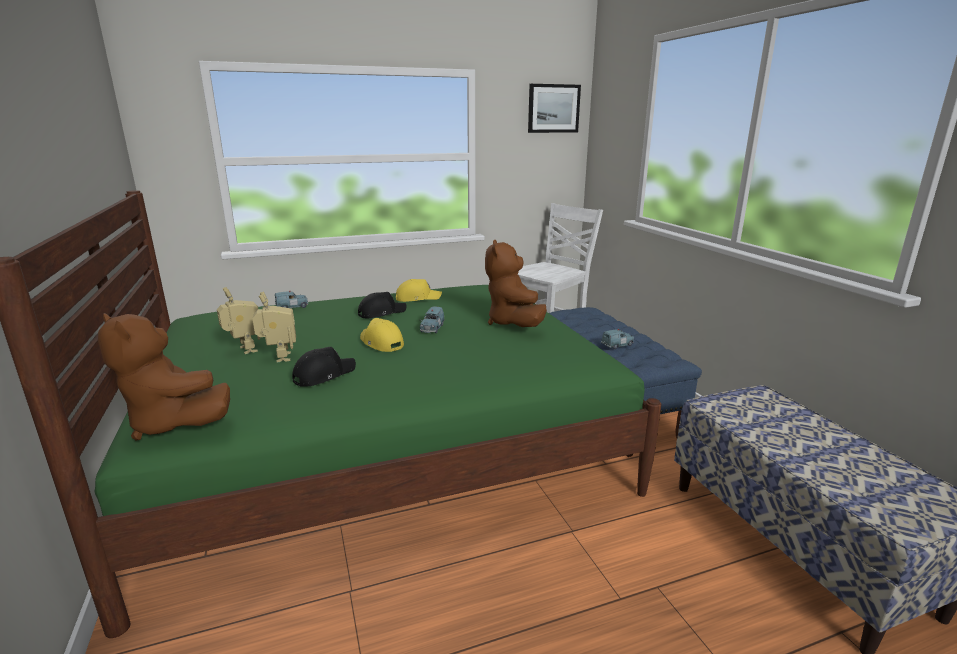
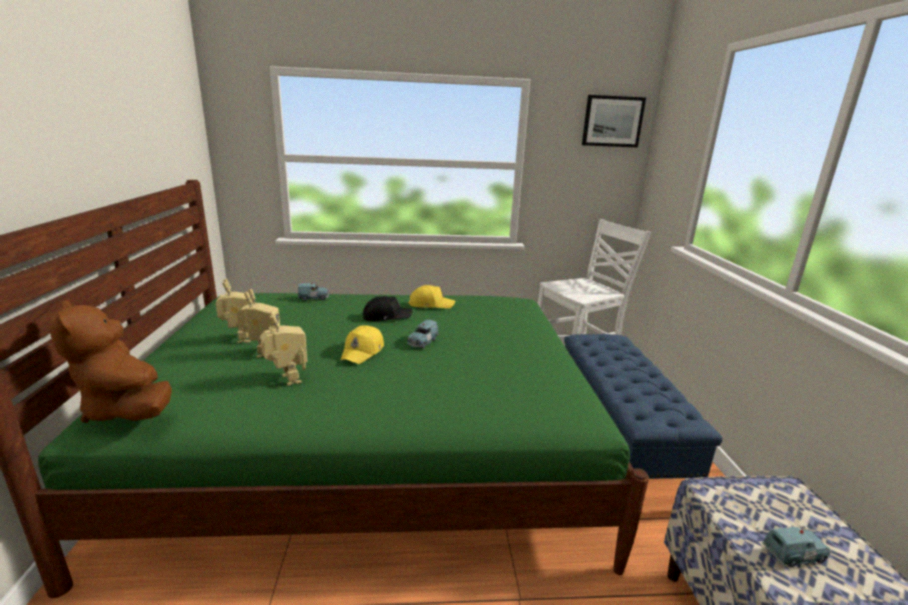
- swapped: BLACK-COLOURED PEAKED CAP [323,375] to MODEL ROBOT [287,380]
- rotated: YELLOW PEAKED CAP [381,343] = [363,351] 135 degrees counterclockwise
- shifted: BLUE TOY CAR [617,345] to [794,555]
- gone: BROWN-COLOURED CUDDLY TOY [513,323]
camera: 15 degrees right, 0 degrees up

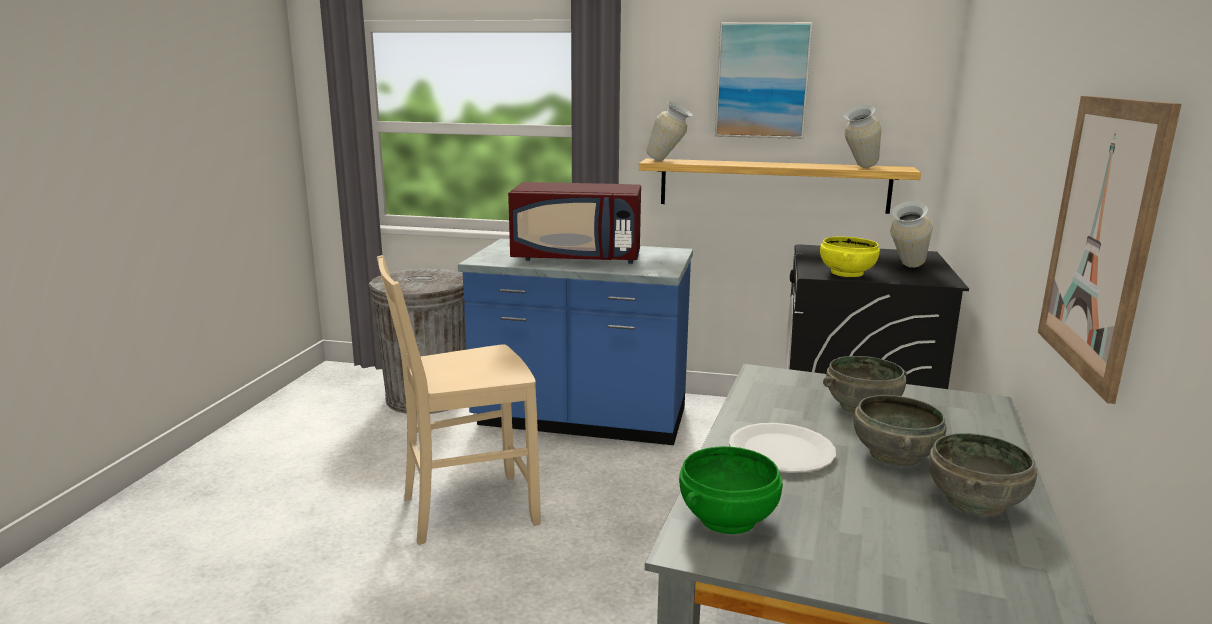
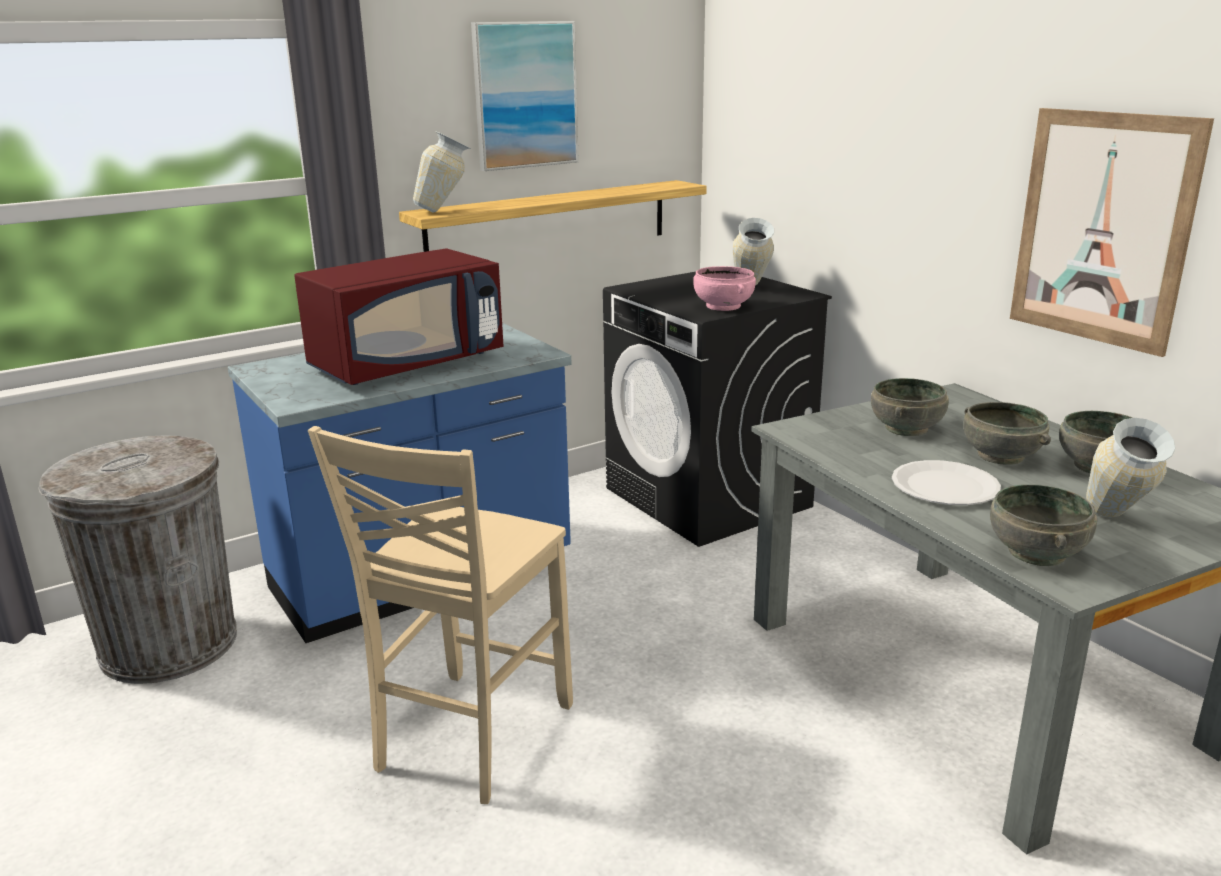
- repainted: YELLOW BOWL [846,273] to PINK-COLOURED BOWL [722,306]
- repainted: GREEN-COLOURED BOWL [728,519] to GREYISH BOWL [1038,552]
- shifted: VASE [858,168] to [1115,525]
camera: 45 degrees left, 5 degrees up

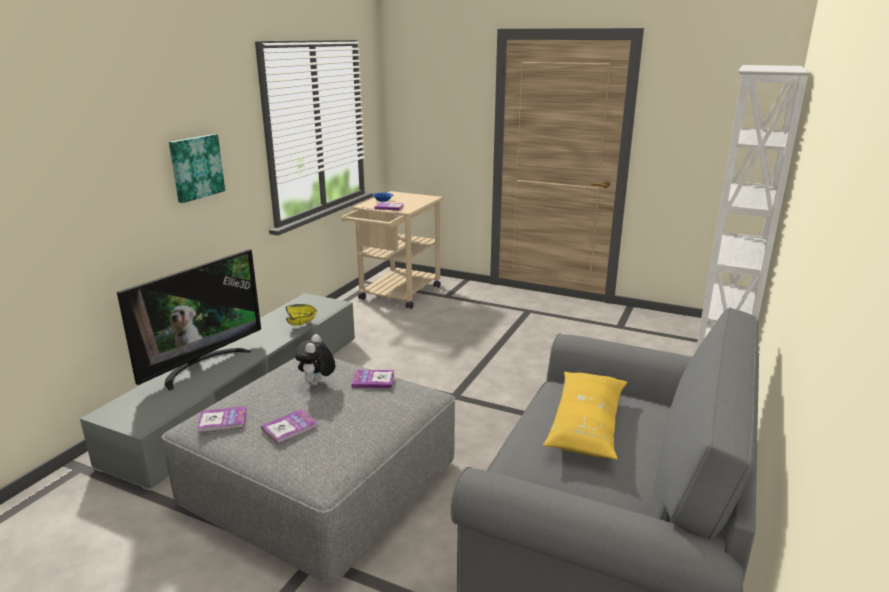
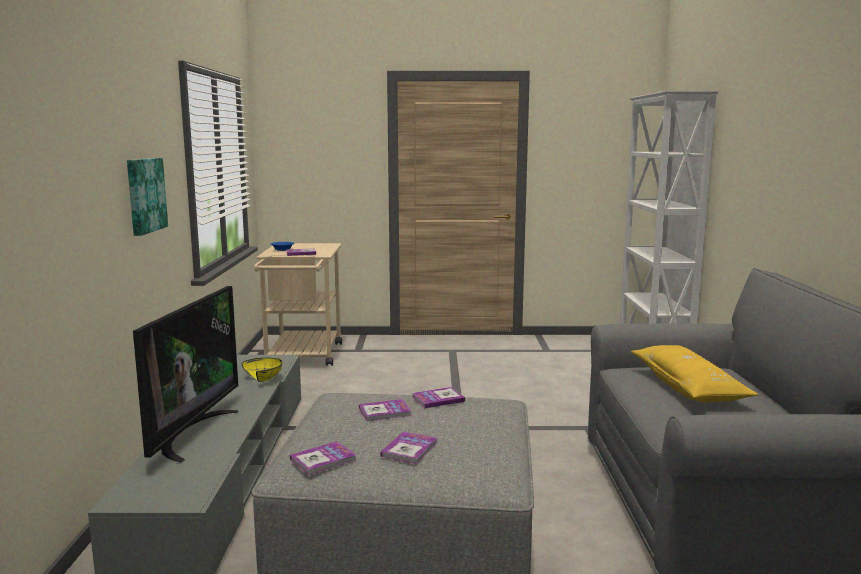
- swapped: CUDDLY TOY [317,384] to VOLUME [385,412]
camera: 25 degrees left, 10 degrees down

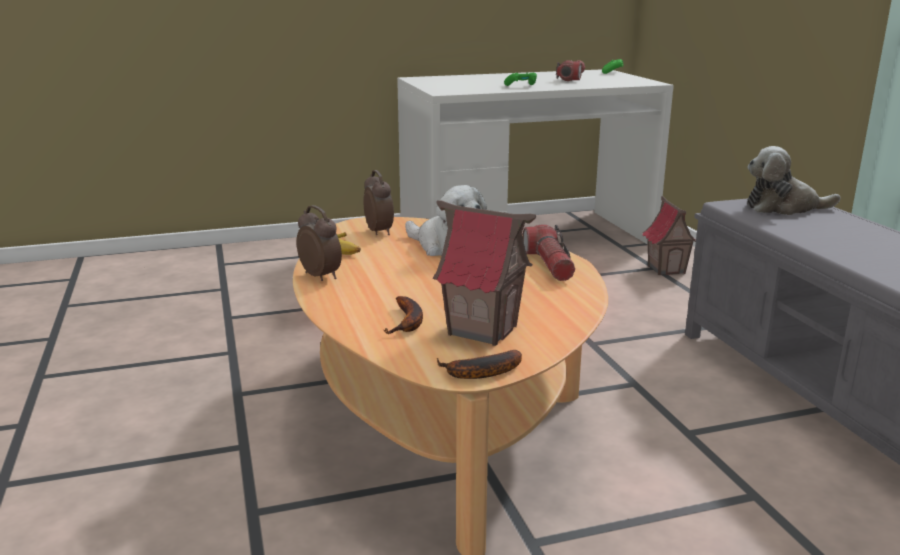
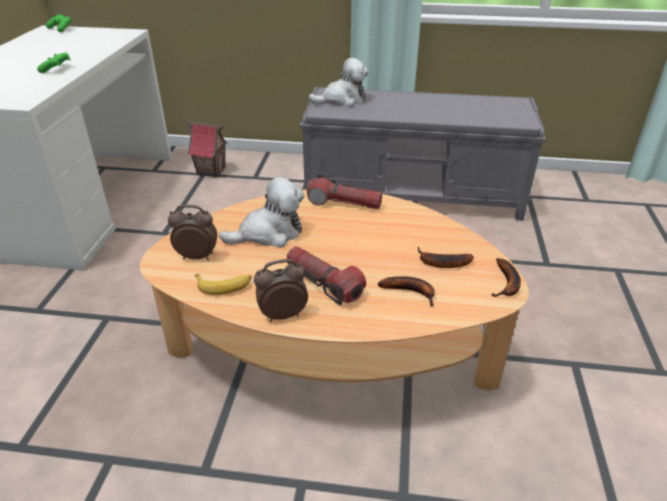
- shifted: HAND TORCH [572,78] to [324,283]
- rotated: CUDDLY TOY [783,208] = [342,100] 135 degrees counterclockwise
- swapped: TOY HOUSE [483,330] to WHOLE BANANA [441,263]
camera: 65 degrees left, 15 degrees up

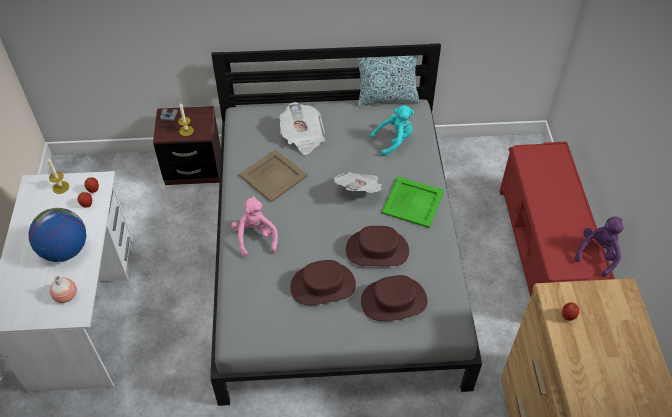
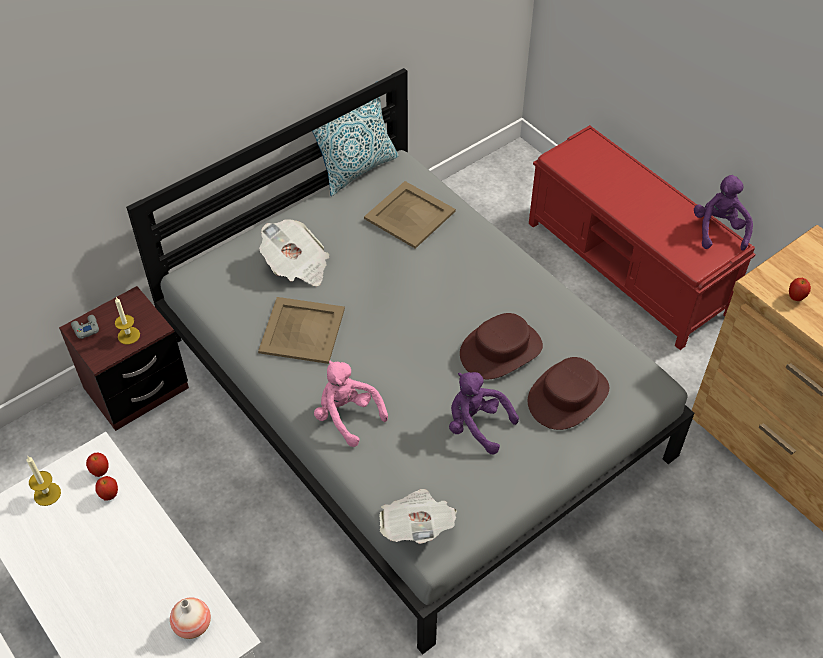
- swapped: TURQUOISE-COLOURED CUDDLY TOY [394,140] to BEIGE-COLOURED CARRYING TRAY [410,215]
- shifted: NEWSPAPER [359,190] to [417,526]
- swapped: BROWN-COLOURED HAT [323,285] to PURPLISH CUDDLY TOY [476,425]
- gone: GLOBE [65,250]
- gone: GREEN-COLOURED CARRYING TRAY [413,202]
camera: 35 degrees left, 0 degrees up

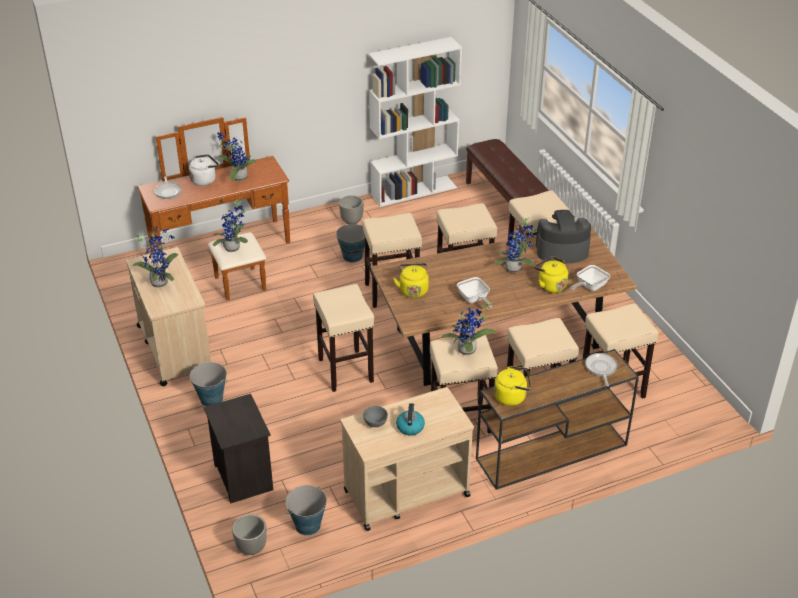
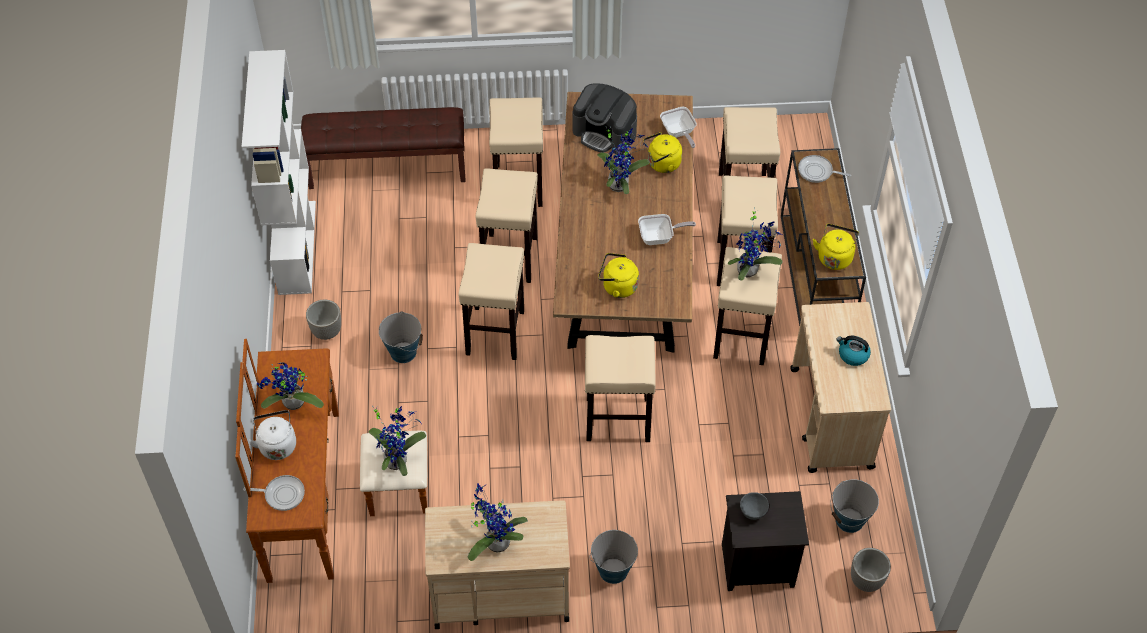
- rotated: COFFEE BREWER [561,251] = [605,133] 75 degrees counterclockwise
- shifted: GREYISH BOWL [375,424] to [753,512]
camera: 70 degrees left, 15 degrees up

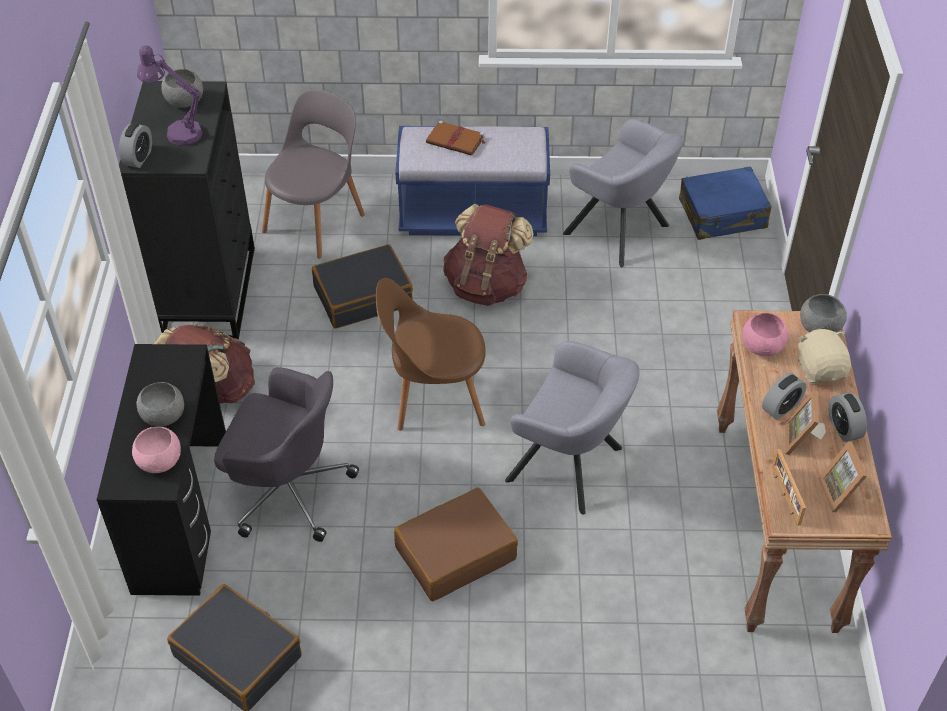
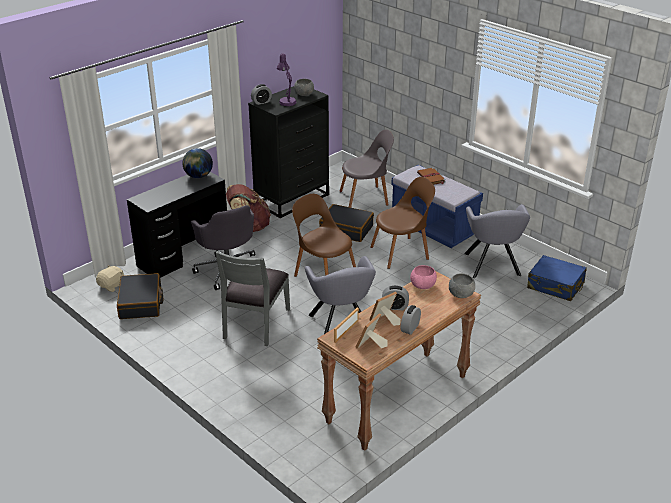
- shifted: BEIGE-COLOURED CUDDLY TOY [820,369] to [112,286]
- new: GLOBE [198,176]
- swapped: BROWN-COLOURED TRAVEL CASE [455,553] to GREYISH CHAIR [255,323]
- swapped: BROWN-COLOURED BACKPACK [486,285] to BROWN-COLOURED CHAIR [402,252]
- gone: PINK-COLOURED BOWL [160,461]
- gone: GREYISH BOWL [163,415]
camera: 45 degrees right, 15 degrees down

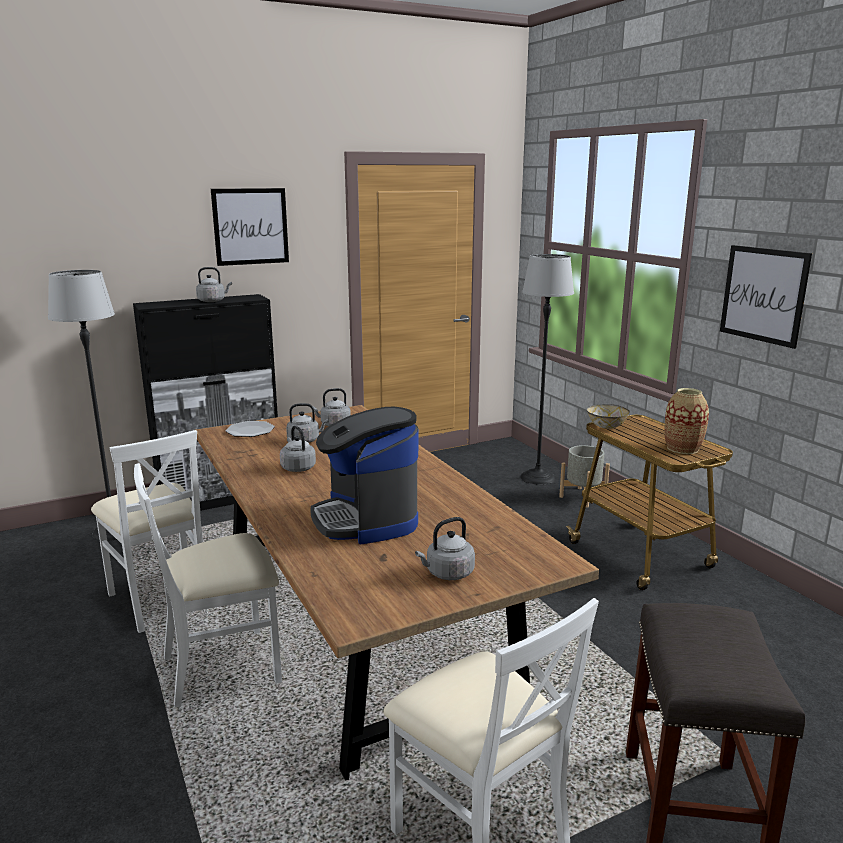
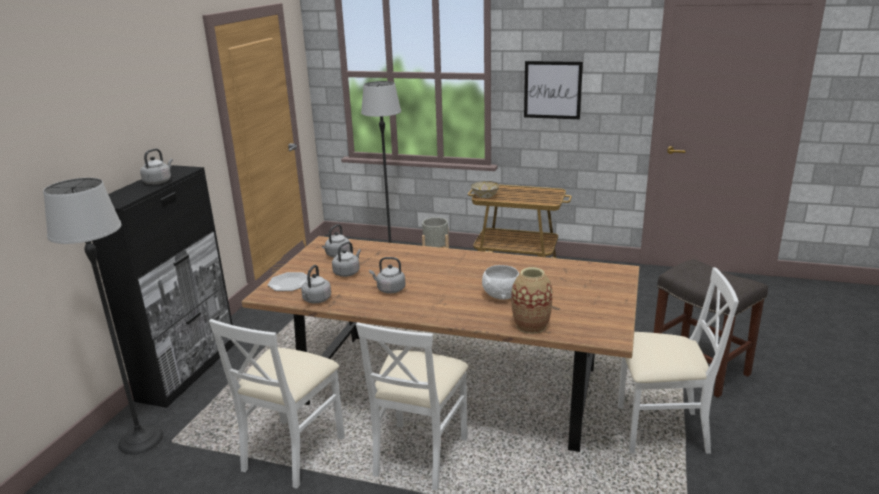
- rotated: WHITE CHAIR [161,599] = [293,451] 105 degrees clockwise
- shifted: GREYISH WATER KETTLE [447,573] to [316,300]
- swapped: COFFEE BREWER [366,519] to WHITE BOWL [502,295]
- shifted: VASE [682,448] to [531,325]
- gone: WALL PICTURE [250,226]
camera: 45 degrees left, 5 degrees up

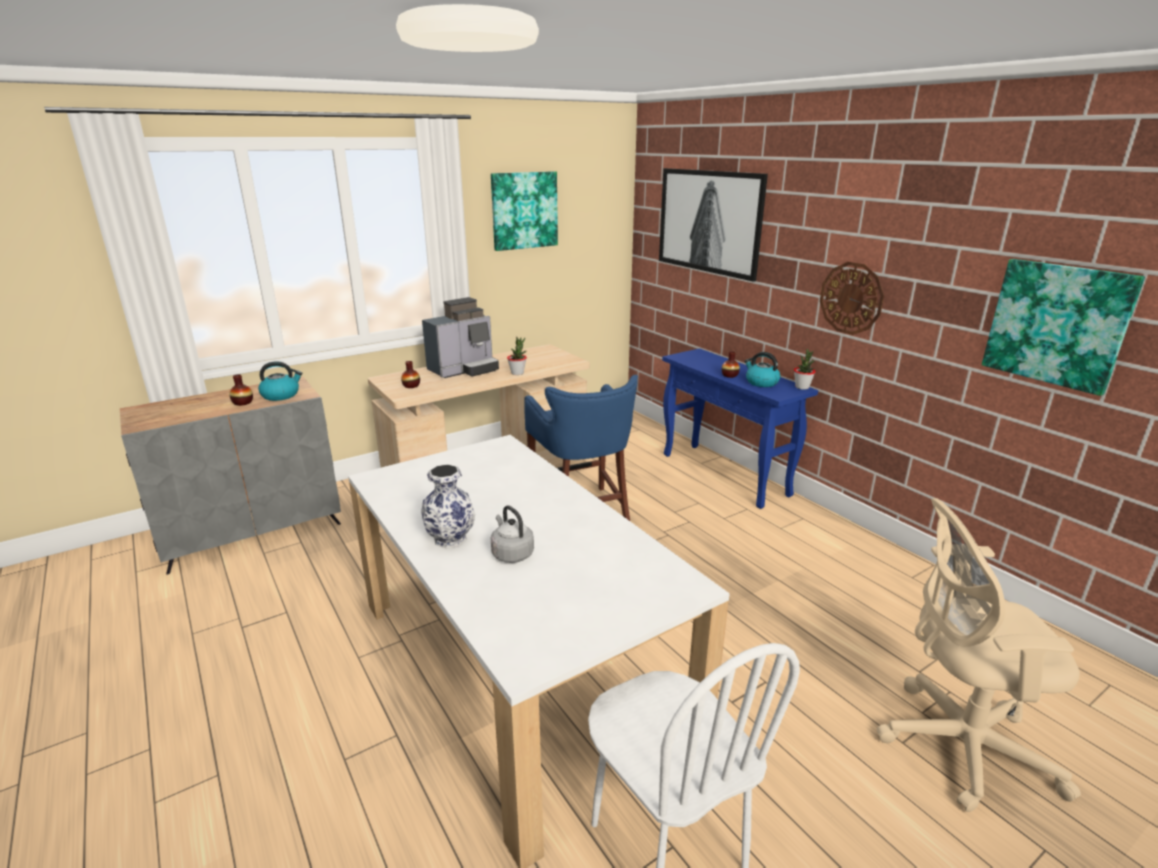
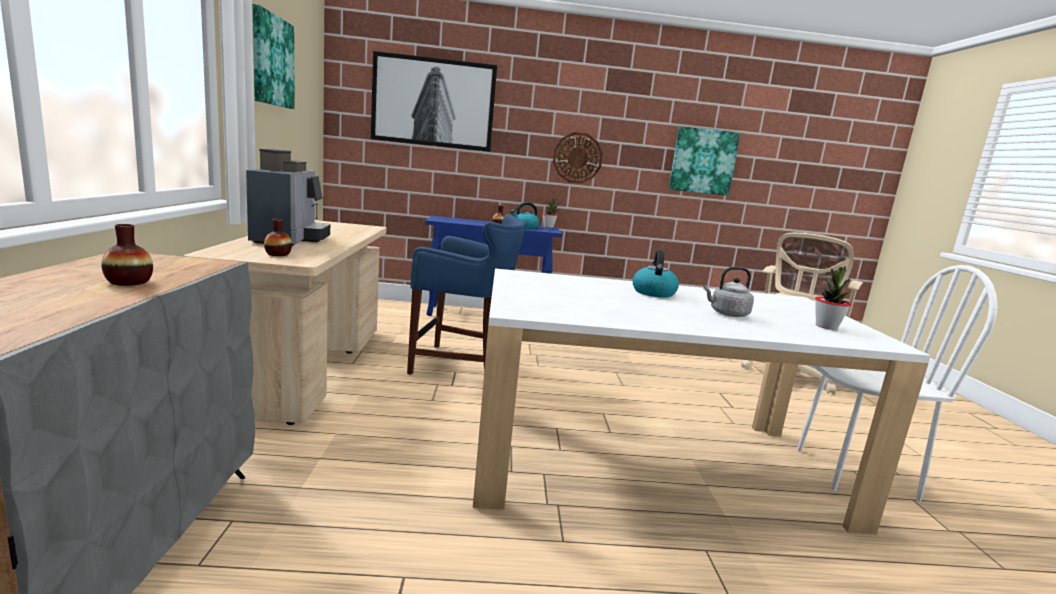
- shifted: WATER KETTLE [281,395] to [653,292]
- shifted: HOUSEPLANT [517,373] to [826,326]
- gone: VASE [450,539]
camera: 60 degrees left, 10 degrees down

